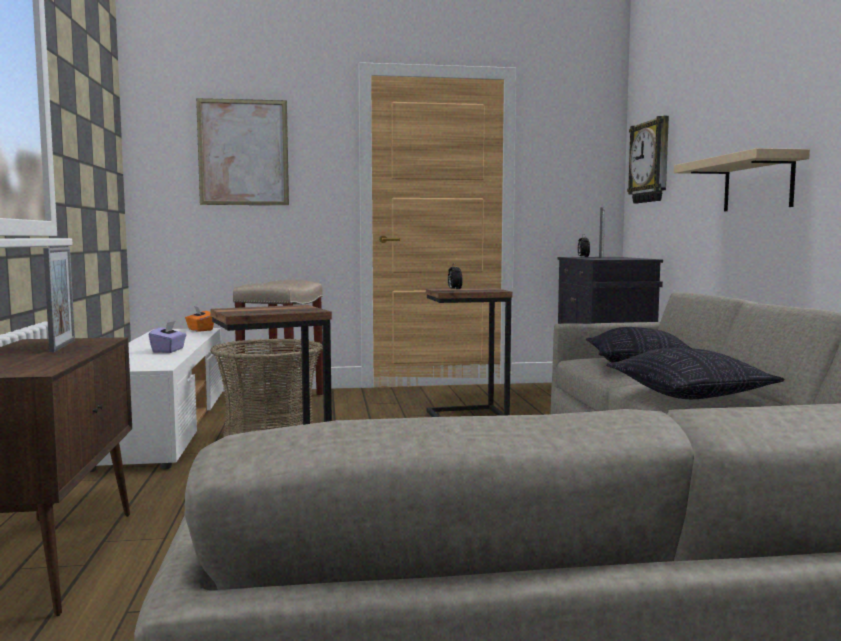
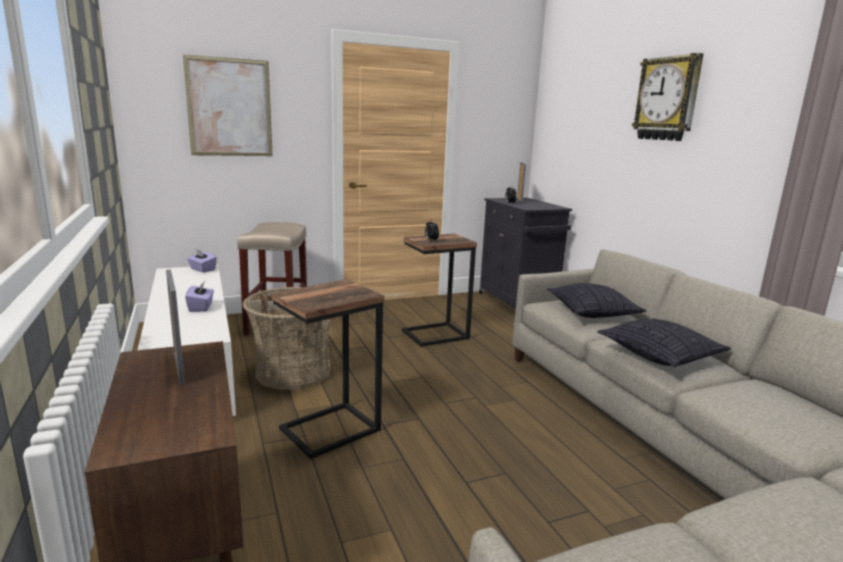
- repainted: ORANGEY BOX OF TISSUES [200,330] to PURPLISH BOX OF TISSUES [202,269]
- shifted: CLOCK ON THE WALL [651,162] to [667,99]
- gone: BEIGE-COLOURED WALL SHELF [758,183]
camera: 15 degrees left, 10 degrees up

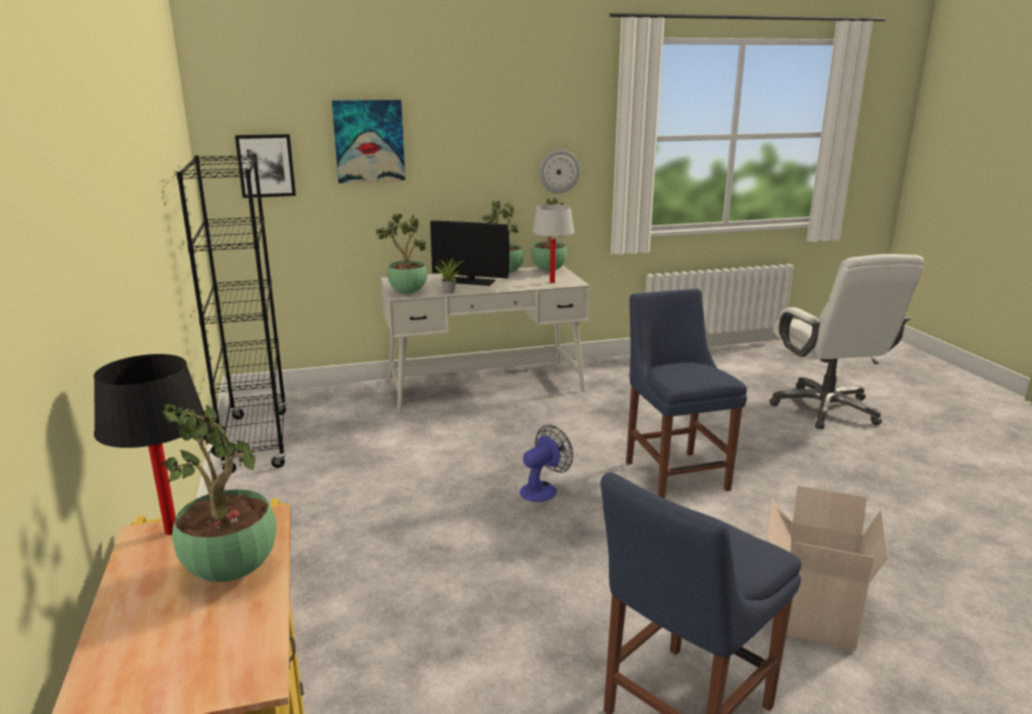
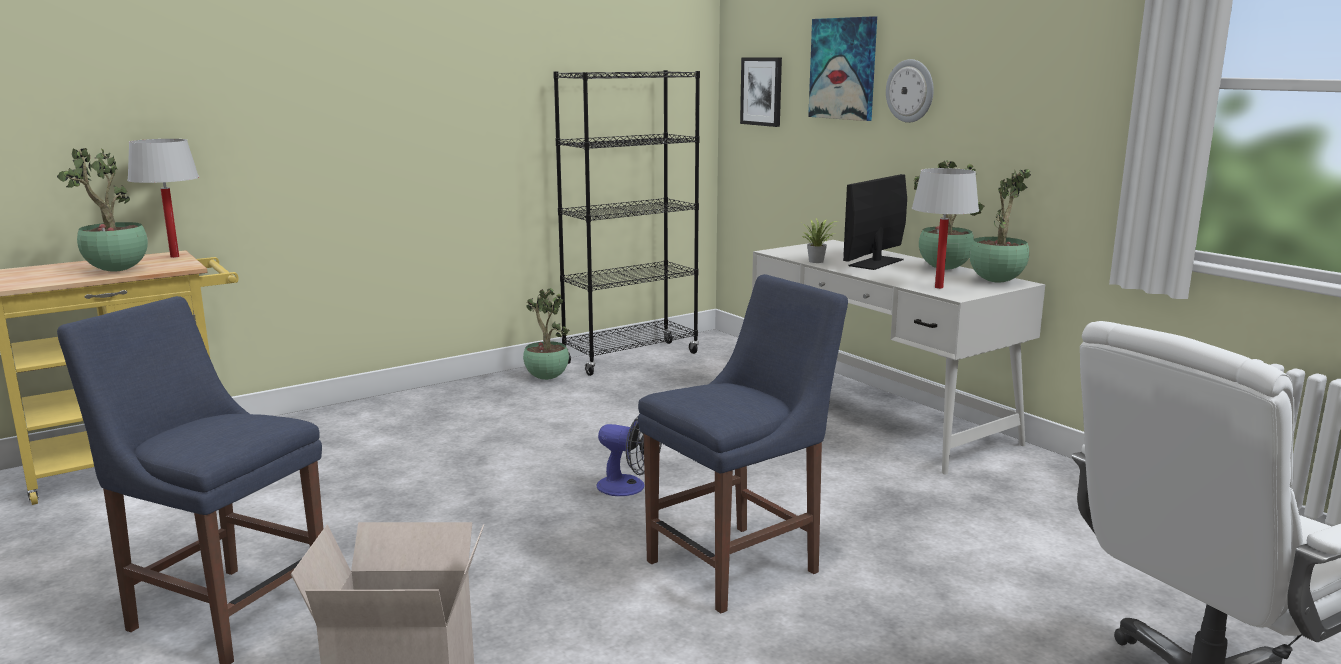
- repainted: BLACK-COLOURED TABLE LAMP [171,531] to WHITE TABLE LAMP [174,256]
- shifted: HOUSEPLANT [407,293] to [546,378]
- rotated: COMPUTER SCREEN [471,281] = [876,263] 45 degrees clockwise
- shifted: CLOCK ON THE WALL [559,171] to [910,91]
camera: 70 degrees right, 5 degrees down

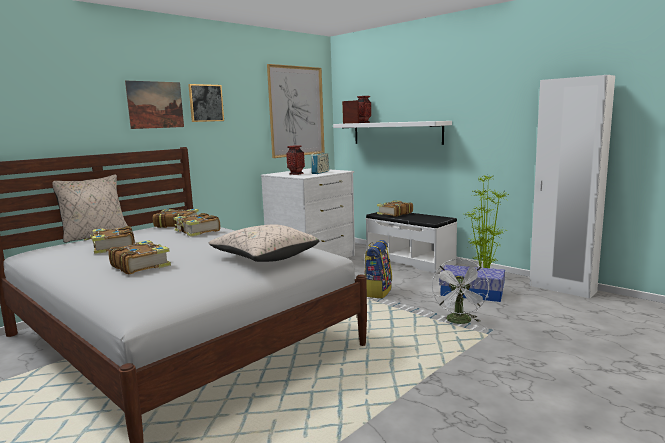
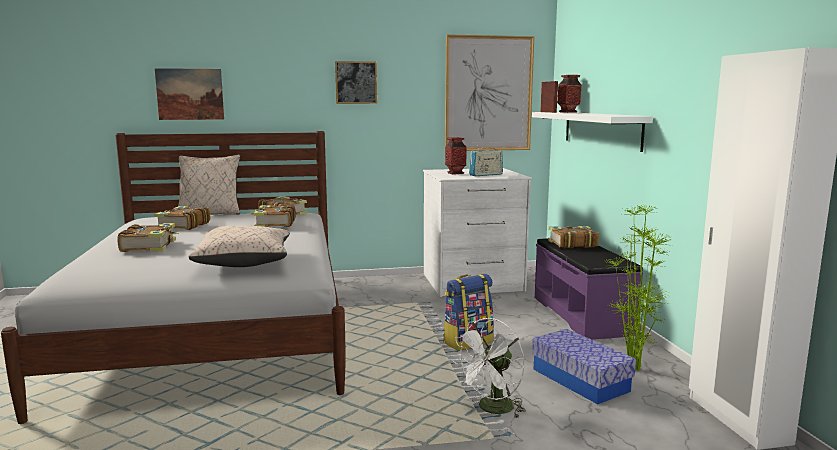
- shifted: WALL PICTURE [155,105] to [190,94]
- repainted: WHITE INDOOR BENCH [410,260] to PURPLISH INDOOR BENCH [582,315]
camera: 35 degrees right, 0 degrees up

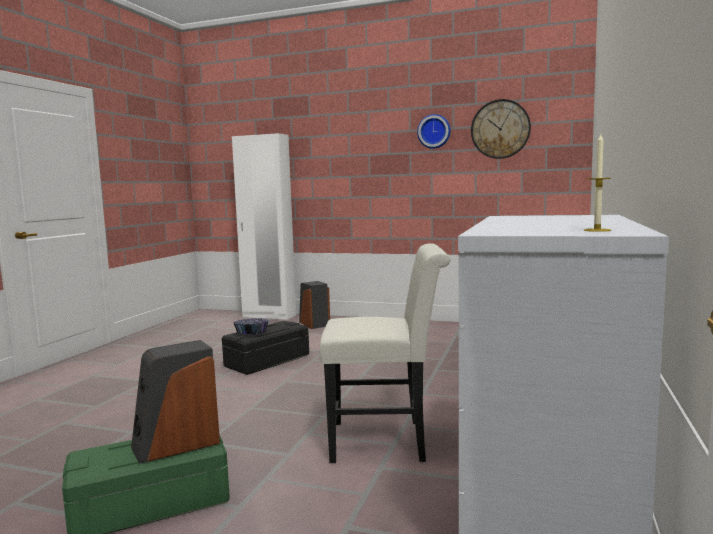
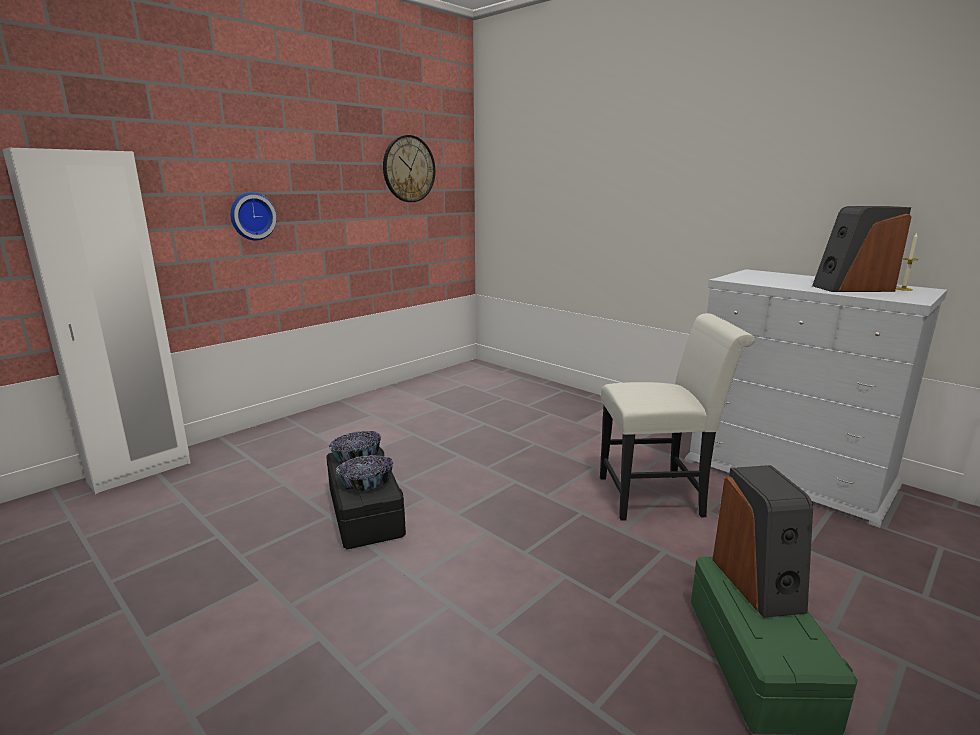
- shifted: CLOCK ON THE WALL [434,131] to [252,216]
- new: BOWL [357,455]
- rotated: WHITE CHAIR [386,441] = [658,496] 60 degrees clockwise
- shifted: LOUDSPEAKER [313,324] to [852,288]
camera: 65 degrees left, 10 degrees up

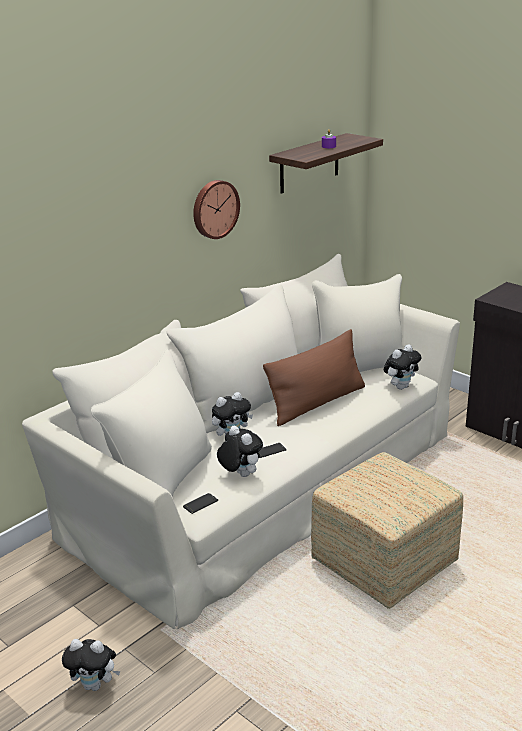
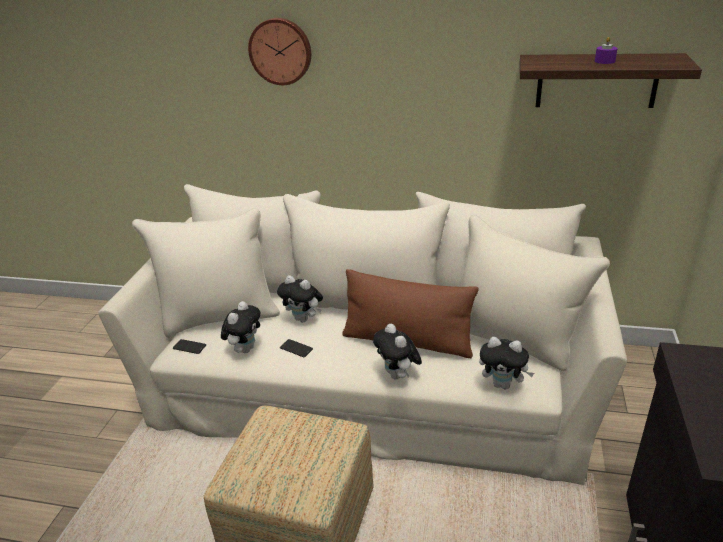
- shifted: CLOCK ON THE WALL [214,209] to [281,51]
- shifted: CUDDLY TOY [95,685] to [398,375]
camera: 60 degrees right, 5 degrees up

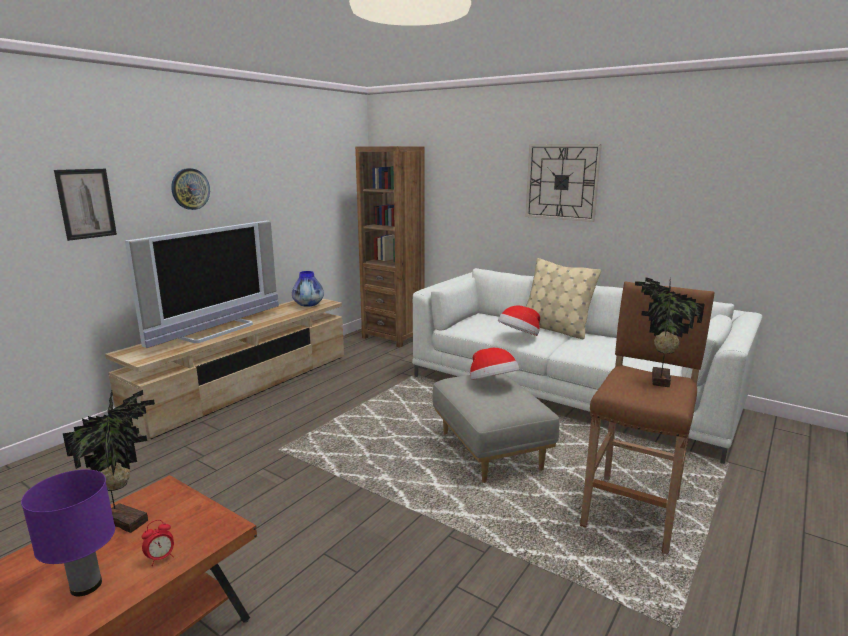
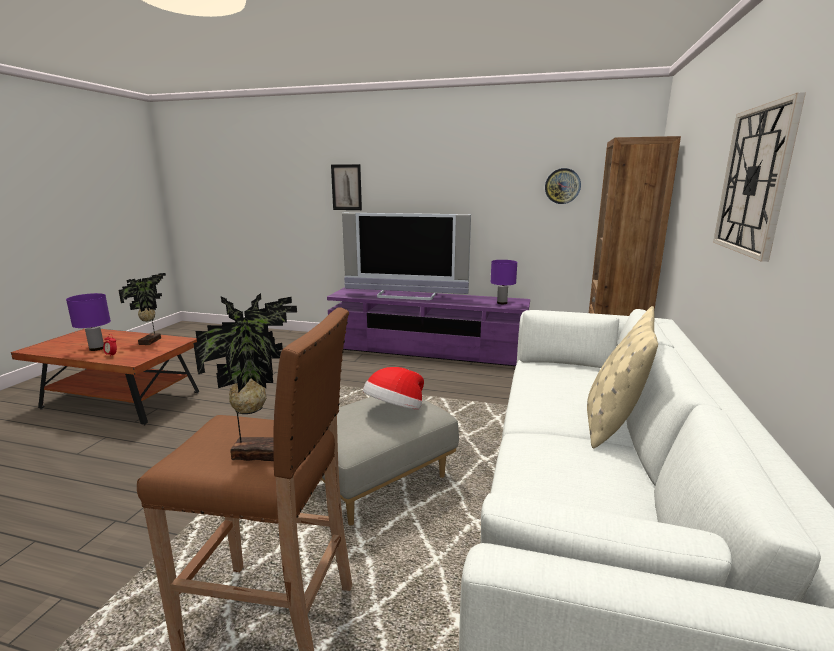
- repainted: BEIGE-COLOURED TV UNIT [246,386] to PURPLISH TV UNIT [427,350]
- swapped: VASE [308,305] to PURPLISH TABLE LAMP [502,303]
- shifted: CLOCK ON THE WALL [190,189] to [562,186]
- gone: HAT [519,337]
camera: 70 degrees right, 0 degrees up

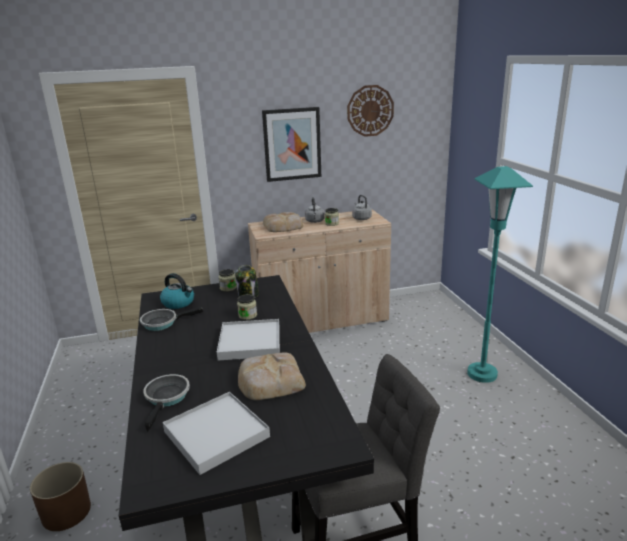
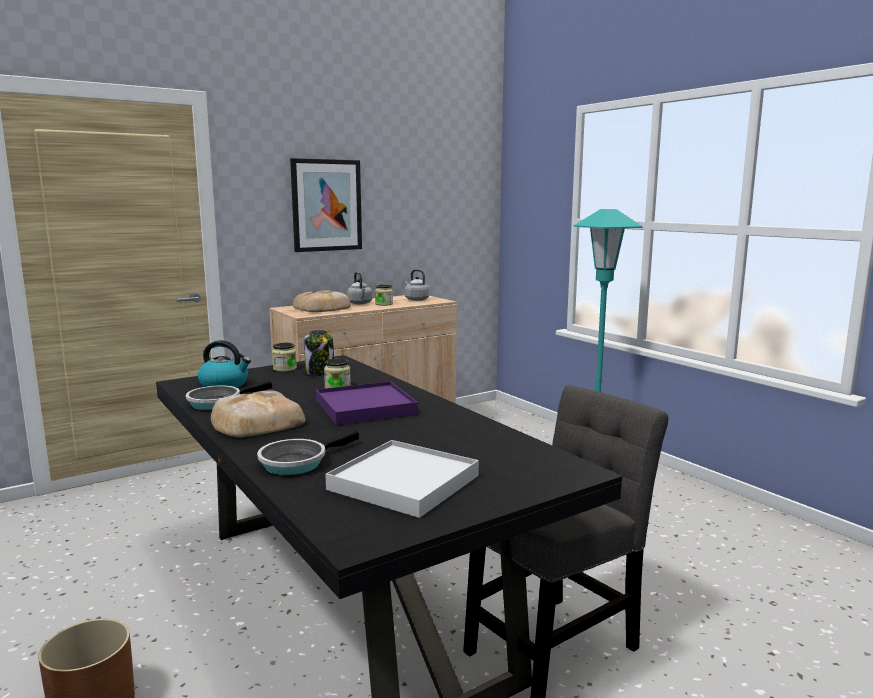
- shifted: BAKERY BREAD [270,381] to [255,423]
- rotated: PAN [167,398] = [297,462] 120 degrees counterclockwise
- repainted: WHITE CARRYING TRAY [250,342] to PURPLISH CARRYING TRAY [365,407]
- gone: CLOCK ON THE WALL [370,111]
camera: 20 degrees left, 10 degrees down

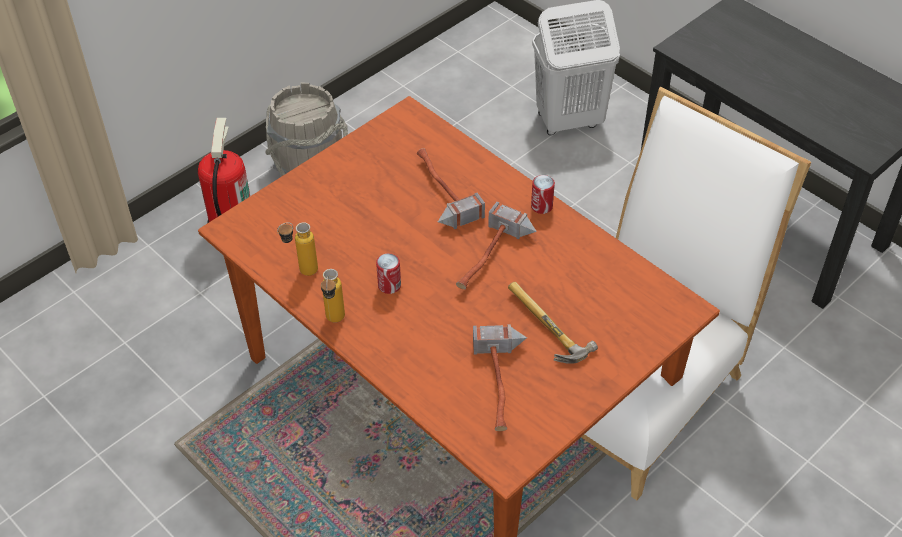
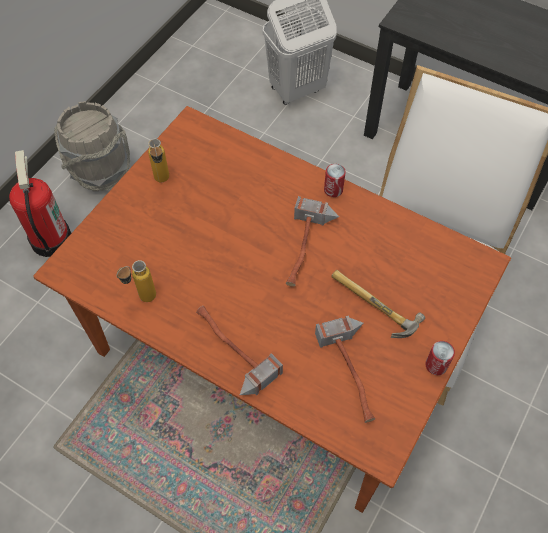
- shifted: BEVERAGE BOTTLE [334,322] to [162,182]
- shifted: HAND HAMMER [439,192] to [229,352]
- shifted: CAN [389,285] to [436,365]
camera: 15 degrees left, 10 degrees up

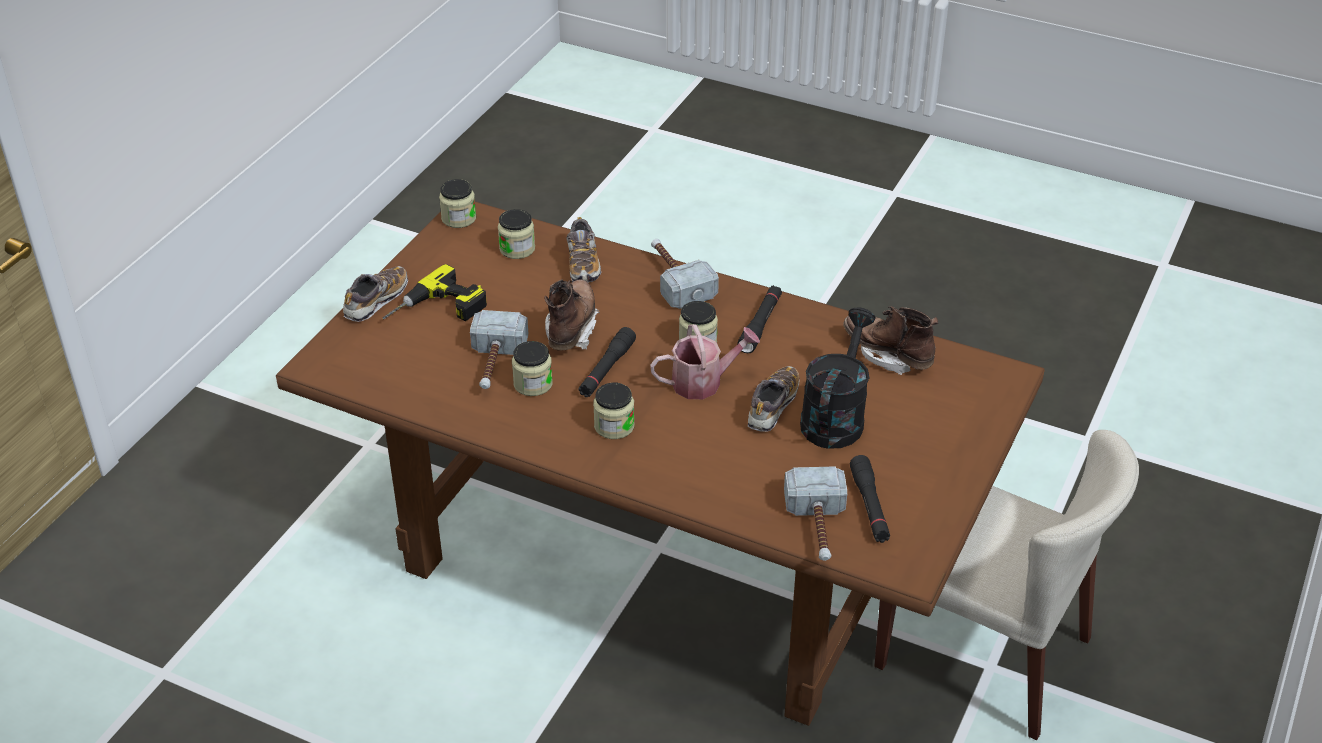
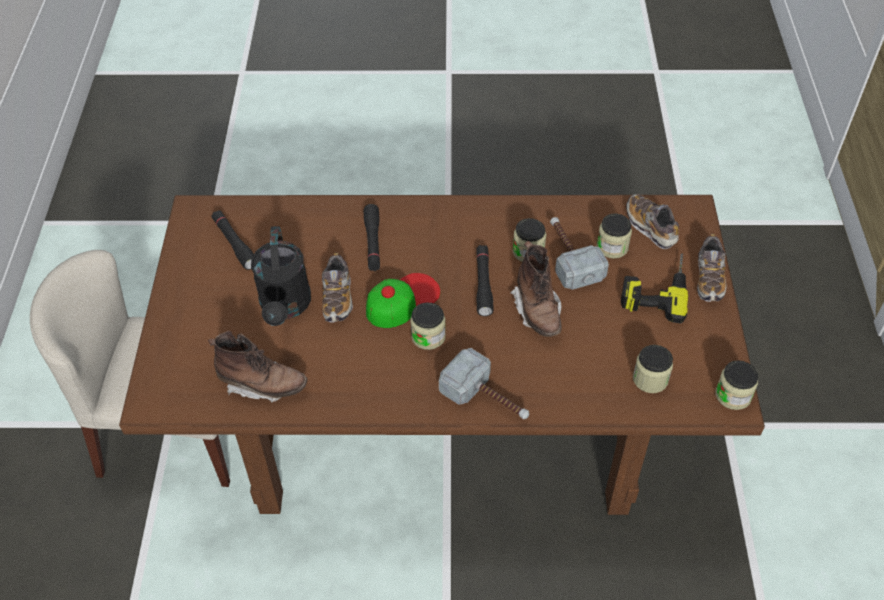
- shifted: BLACK-COLOURED HAND TORCH [760,325] to [373,242]
- swapped: WATERING CAN [703,382] to PEAKED CAP [402,300]
- shifted: JAR [614,426] to [612,247]
- shifted: SHOE [583,265] to [650,227]
- gone: HAND HAMMER [817,528]
camera: 155 degrees right, 10 degrees up

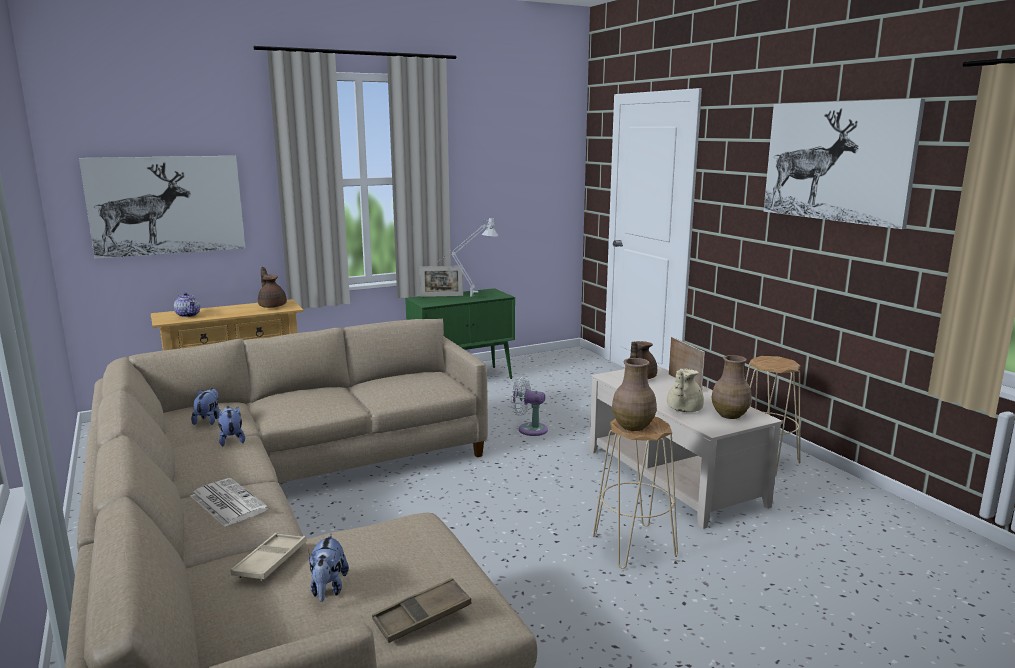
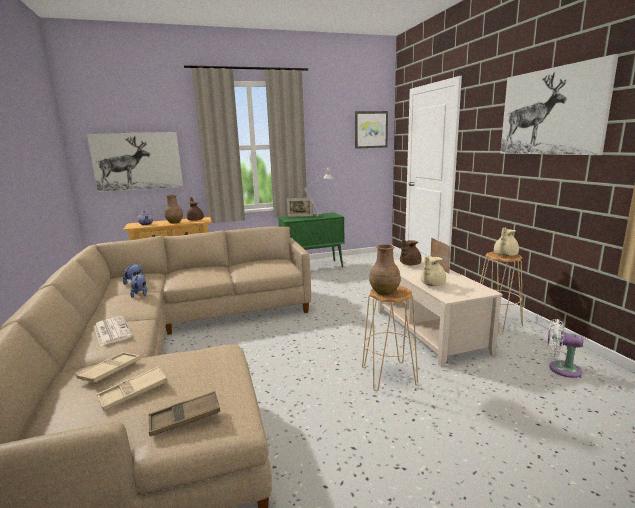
- swapped: CUDDLY TOY [328,588] to BEIGE-COLOURED CARRYING TRAY [133,392]
- shifted: BROWN-COLOURED VASE [730,415] to [175,222]
- new: WALL PICTURE [371,129]
- new: BEIGE-COLOURED TEAPOT [504,255]
- shifted: WHITE FAN [529,429] to [561,369]
camera: 10 degrees right, 0 degrees up

